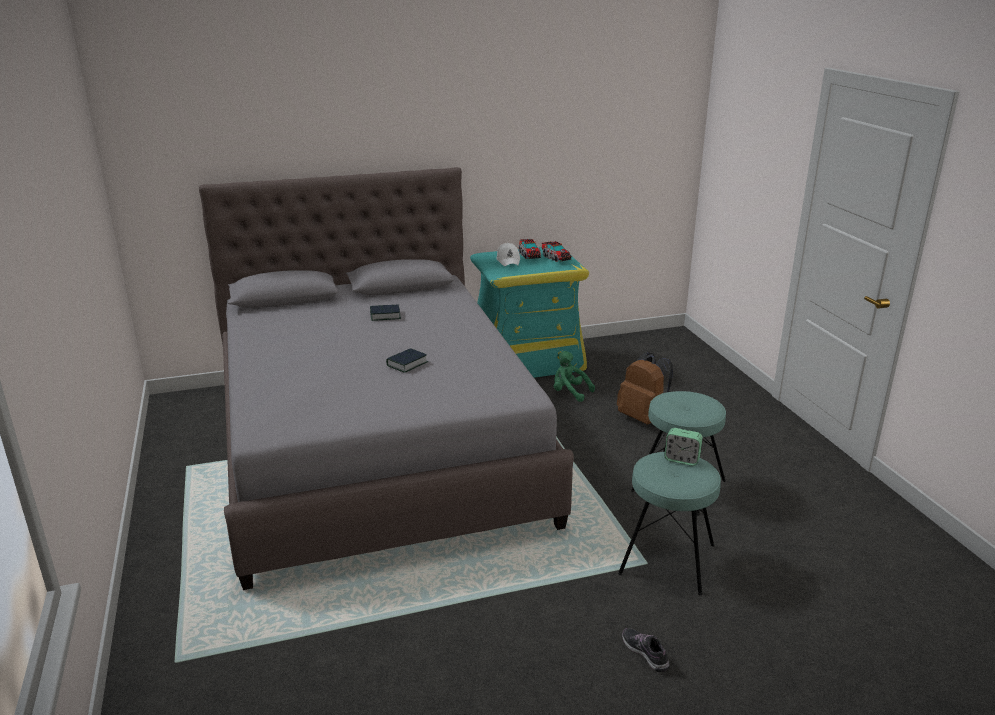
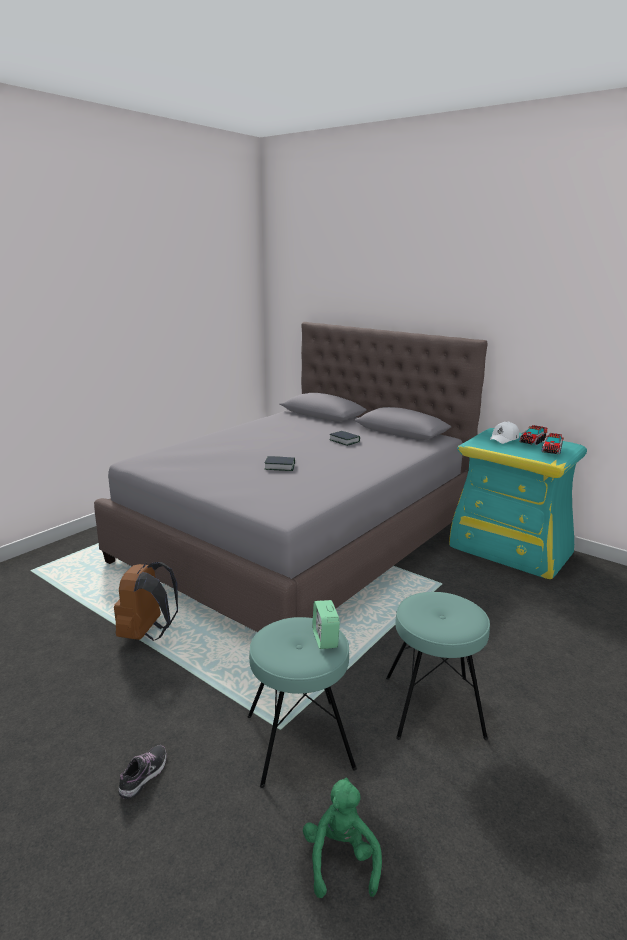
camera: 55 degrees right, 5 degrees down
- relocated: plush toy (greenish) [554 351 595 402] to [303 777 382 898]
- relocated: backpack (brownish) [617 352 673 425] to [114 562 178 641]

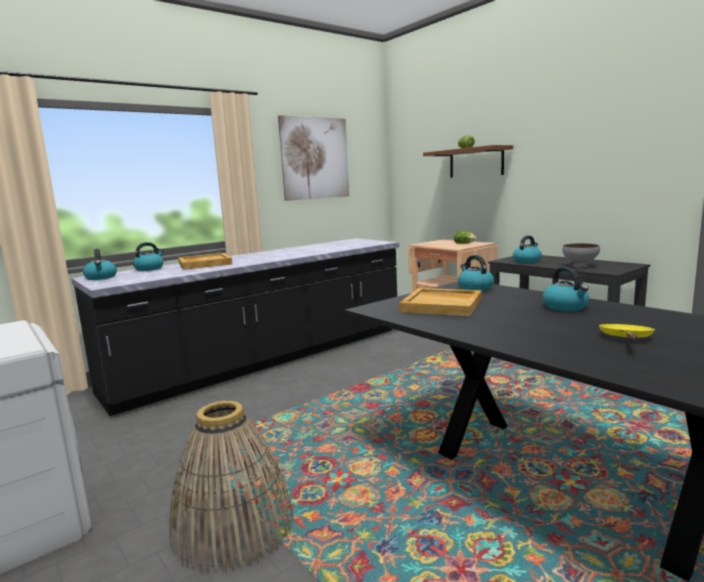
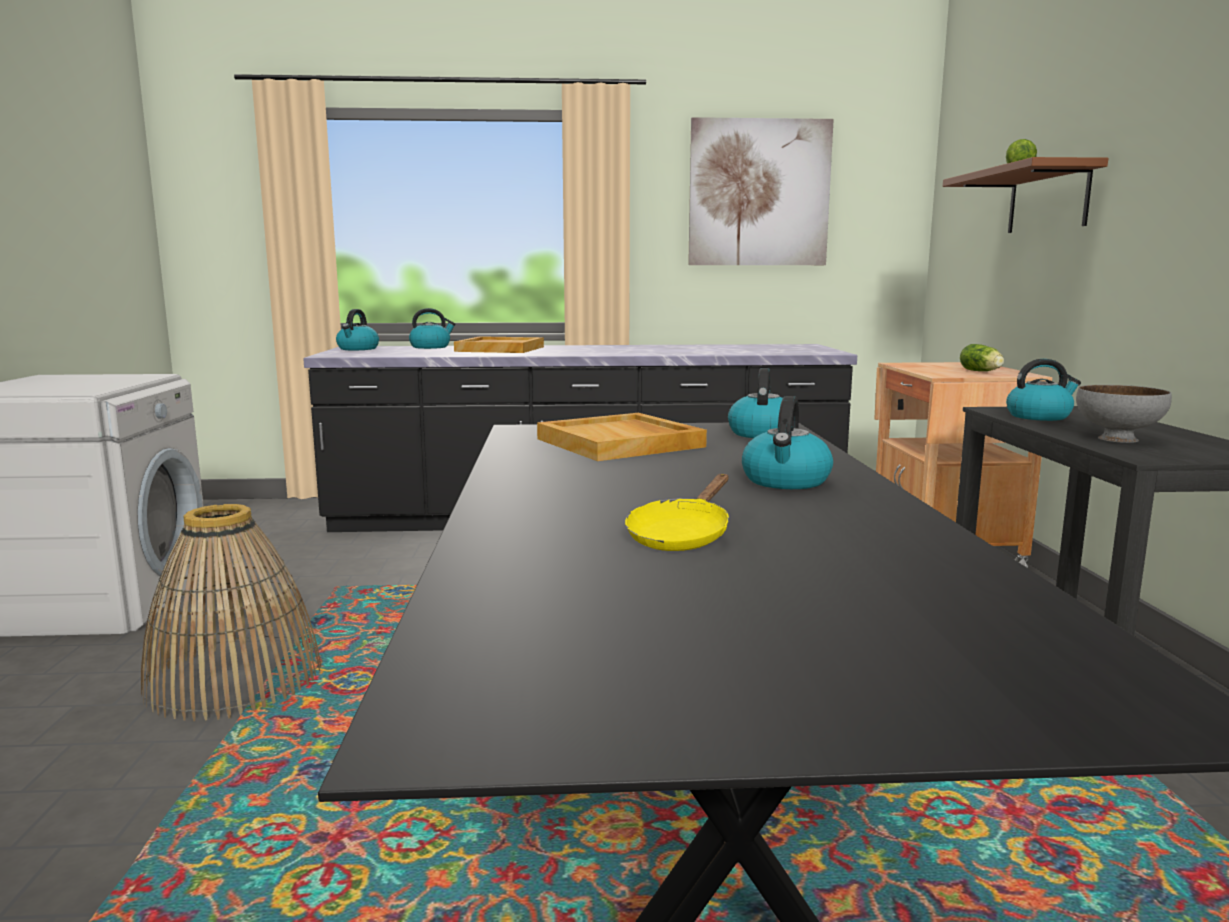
camera: 35 degrees right, 0 degrees up
- spun: skillet (yellow-coloured) [599 324 655 339] = [625 474 729 551] 150 degrees clockwise

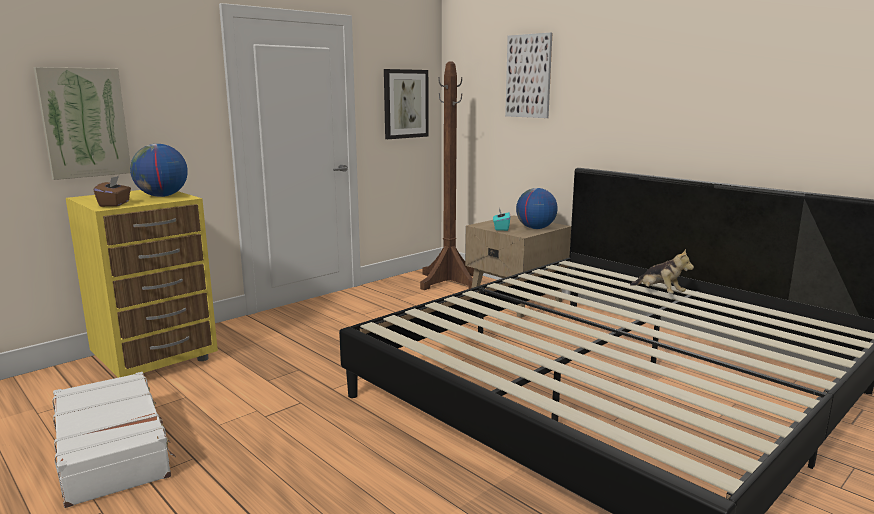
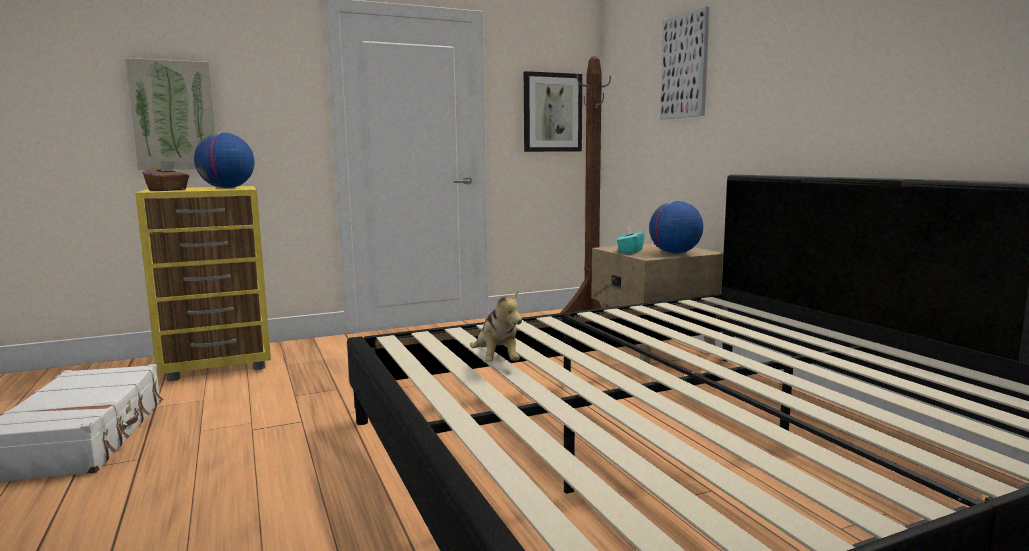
camera: 20 degrees right, 5 degrees down
- relocated: plush toy [630 249 694 294] to [470 290 522 362]

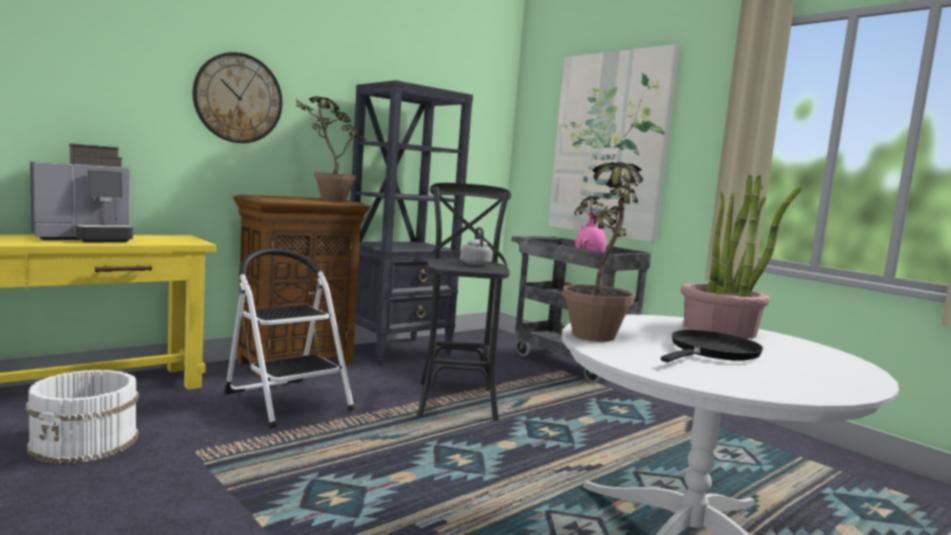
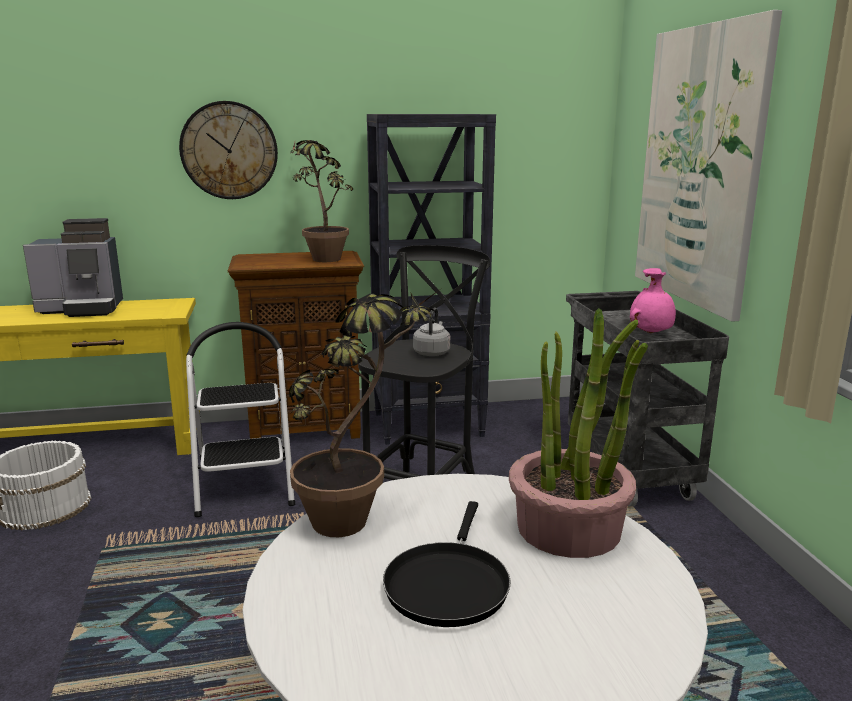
camera: 30 degrees right, 10 degrees up
- spun: skillet (black-coloured) [661 330 763 362] = [383 501 511 627] 120 degrees clockwise

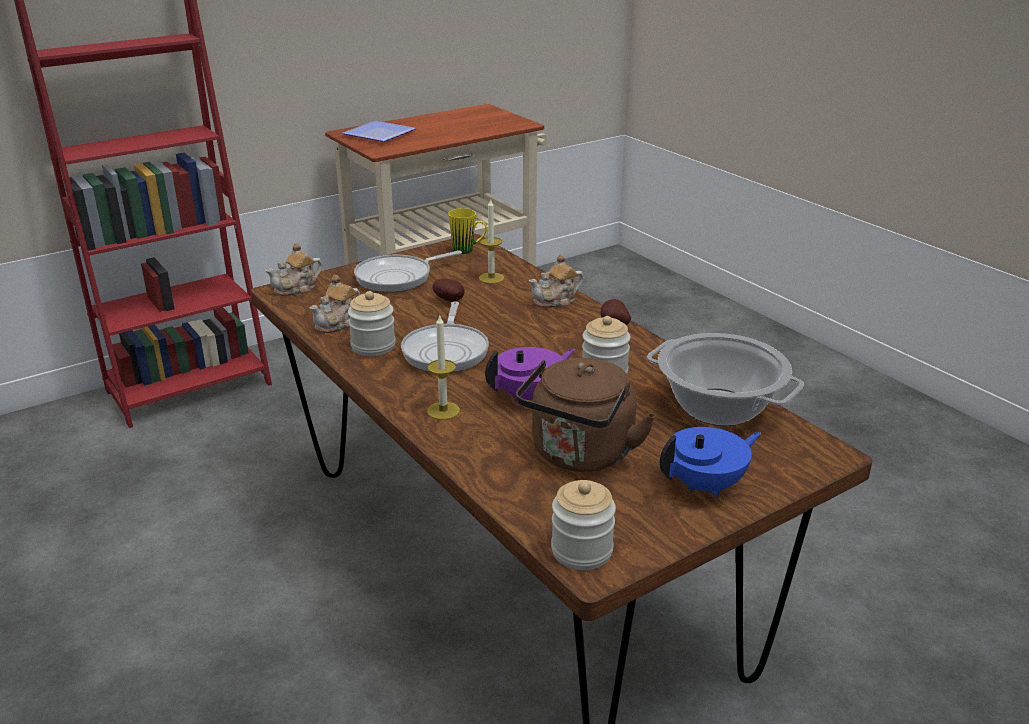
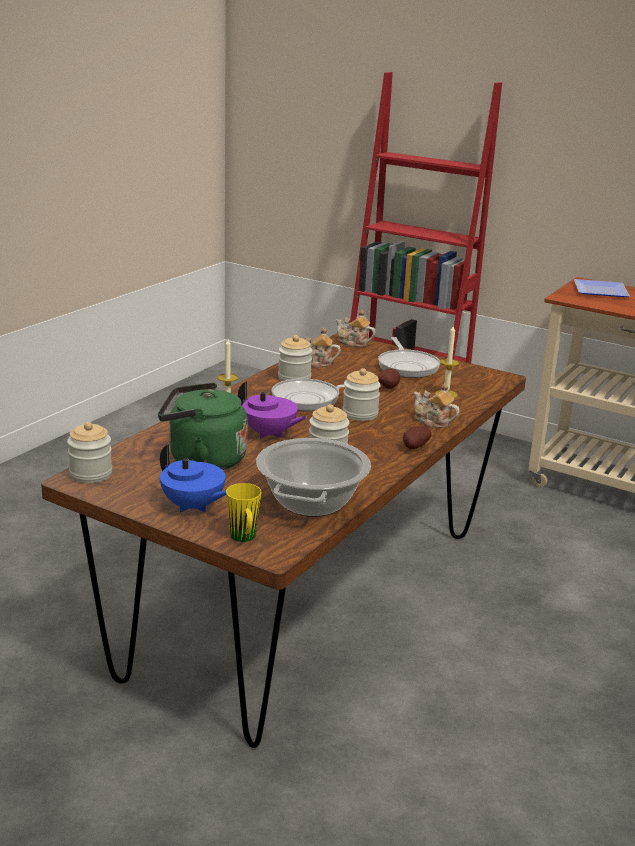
camera: 65 degrees right, 5 degrees down
- relocated: tea mug (yellow-coloured) [448 208 487 254] to [226 483 261 542]
- spun: skillet [354 250 462 292] = [378 337 440 378] 135 degrees counterclockwise
- colour: tea kettle (brownish) [516 358 656 472] to tea kettle (greenish) [158 382 248 470]
- appeared: jar [343 368 381 421]

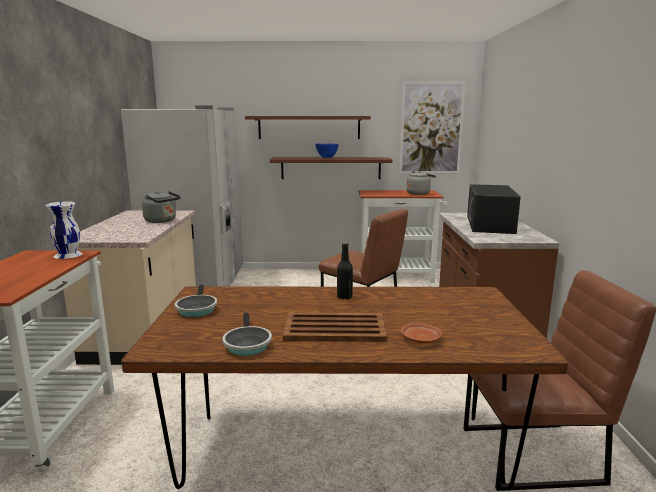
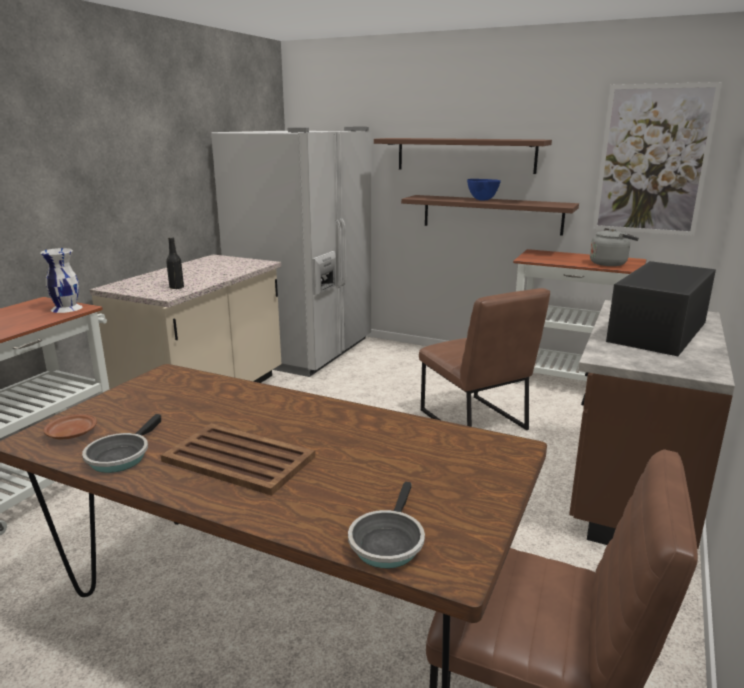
camera: 25 degrees right, 5 degrees up
- missing: tea kettle (greyish) [142 191 181 223]
- relocated: bottle (black-coloured) [337 242 353 299] to [166 237 184 289]
- relocated: skillet [175 285 217 317] to [348 481 425 568]
- relocated: flat dish (brownish) [401 323 443 344] to [44 414 97 439]

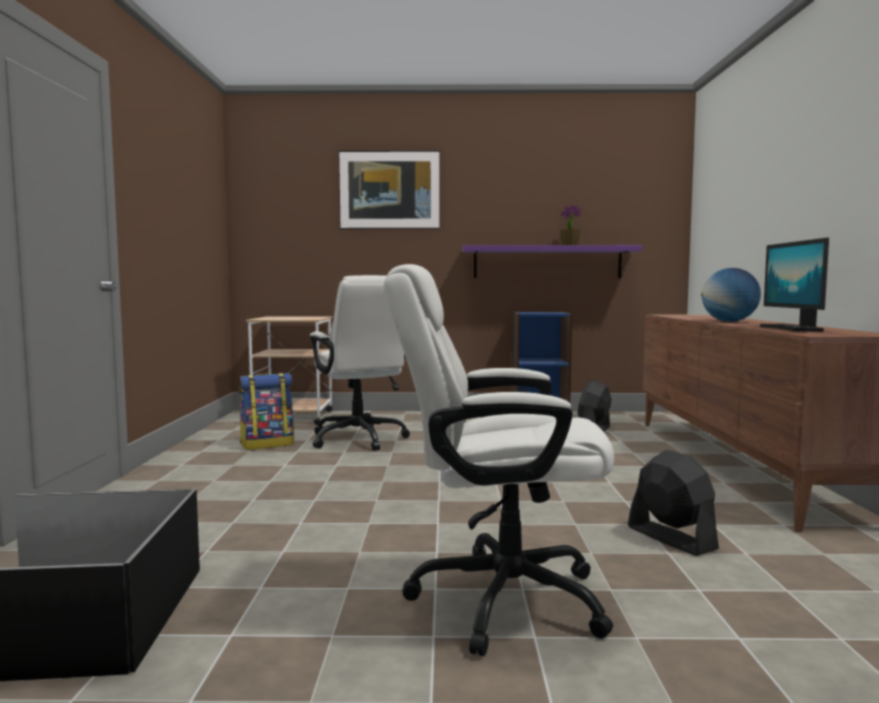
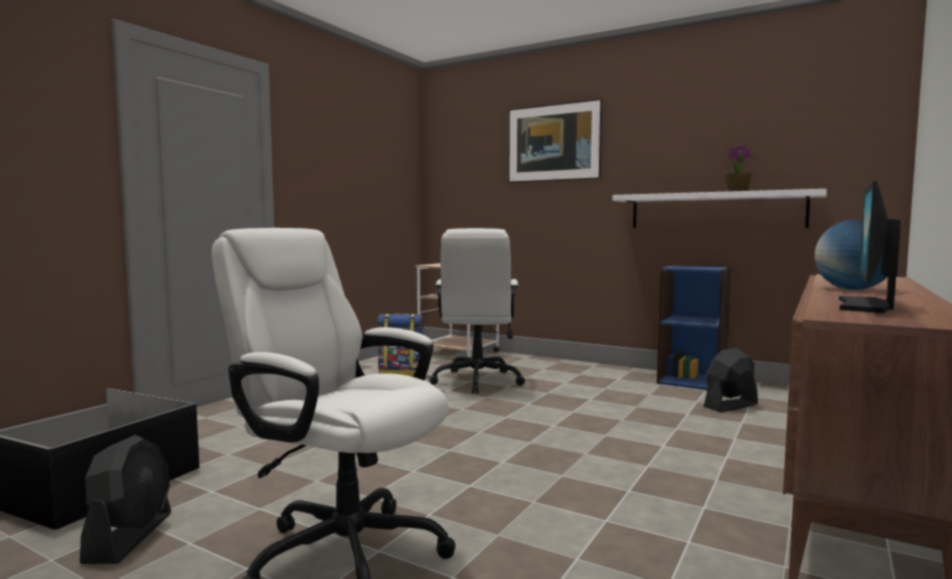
camera: 30 degrees right, 0 degrees up
- colour: shelf (purple-coloured) [463 245 642 278] to shelf (whitish) [612 189 827 228]
- relocated: cooling fan (black-coloured) [628 449 719 556] to [80 435 171 564]

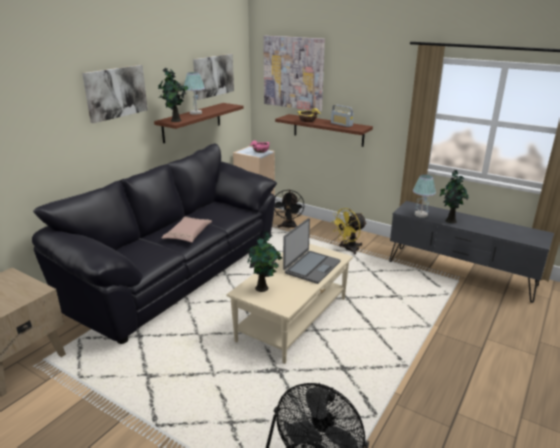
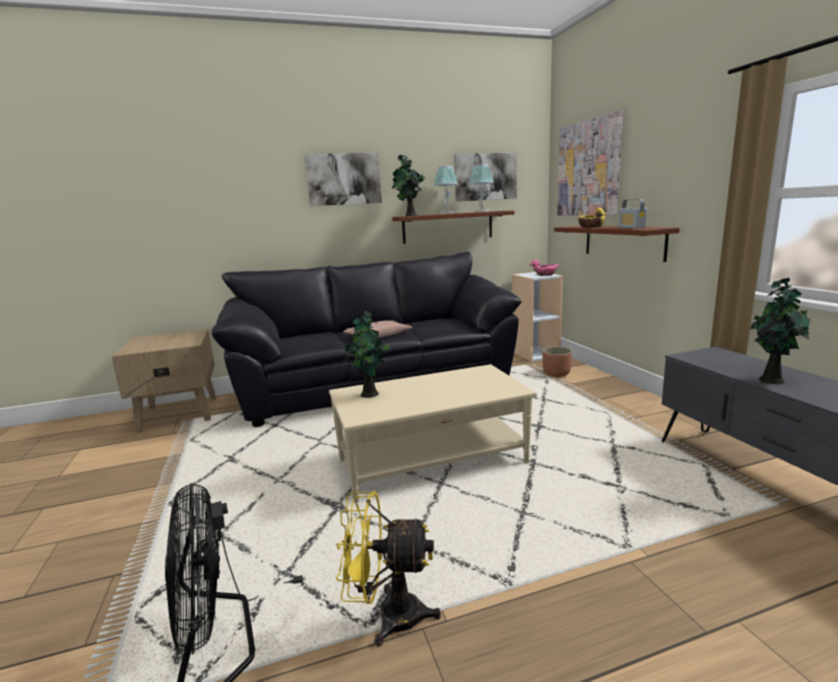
camera: 40 degrees right, 10 degrees down
- relocated: tabletop lamp [413 175 436 218] to [469 164 493 212]
- exchanged: cooling fan (black-coloured) [274 190 304 229] to plant pot [542 347 572 377]
- relocated: cooling fan (yellow-coloured) [331 208 367 254] to [336 491 441 647]
- missing: portable computer [283 218 341 284]

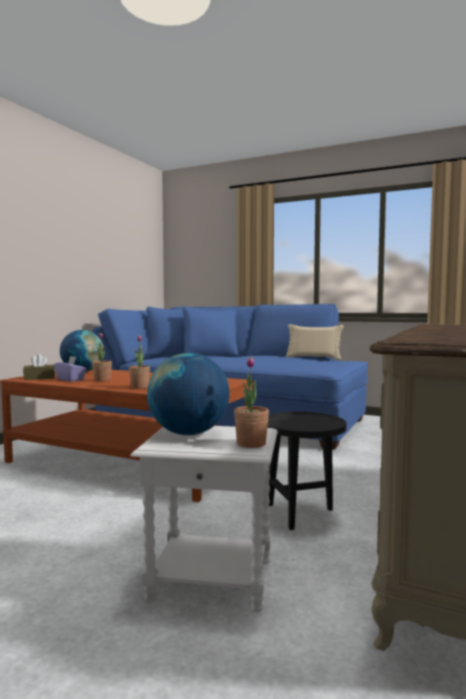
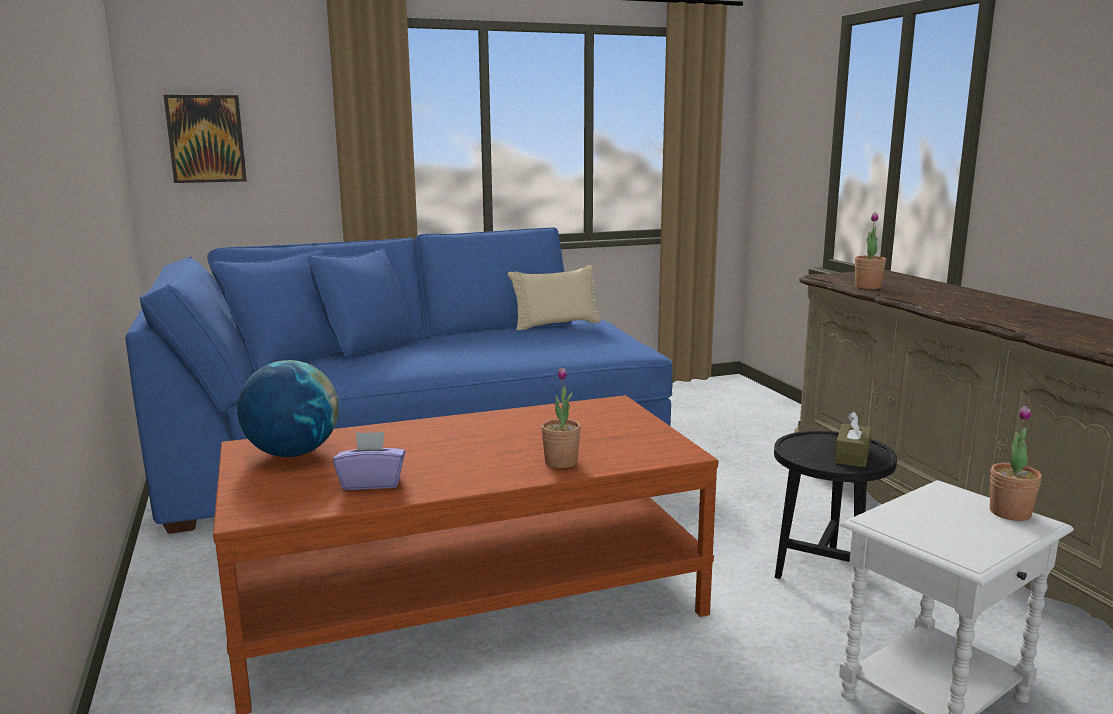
camera: 45 degrees left, 10 degrees up
- relocated: plant in a pot [92 333 112 382] to [855 213 886 289]
- missing: desk globe [147 353 230 435]
- relocated: box of tissues (brownish) [23 354 55 380] to [835 411 872 467]
- appeared: wall art [164 95 247 183]

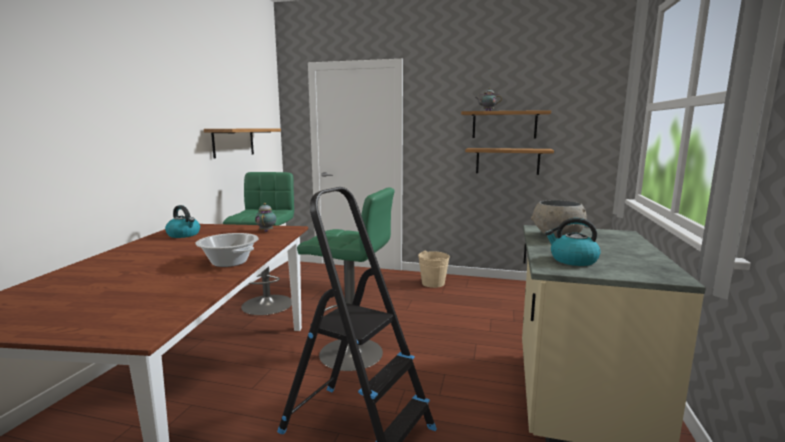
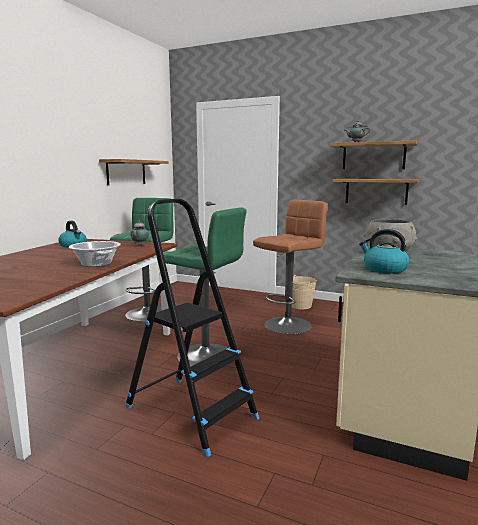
camera: 10 degrees right, 0 degrees up
- appeared: stool seat (brownish) [253 200 328 334]

